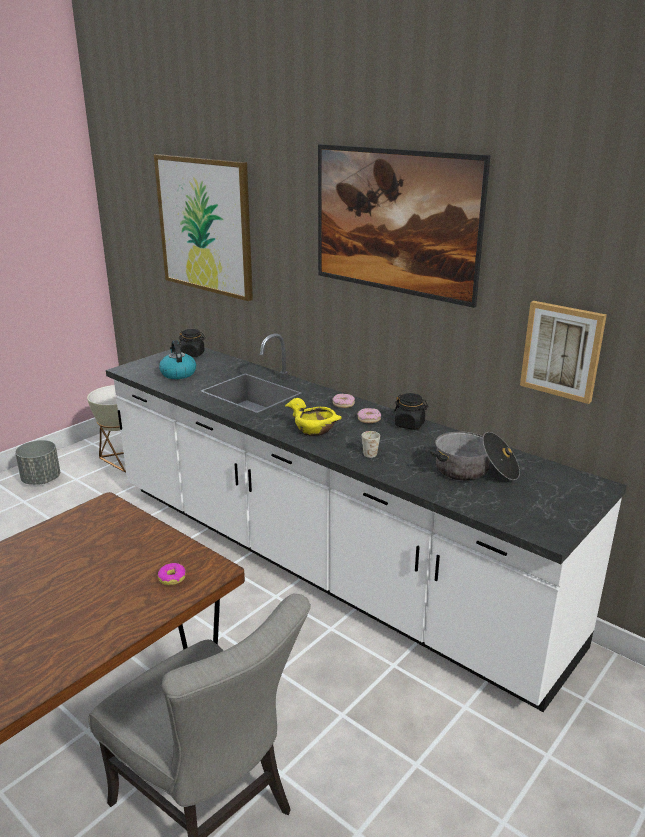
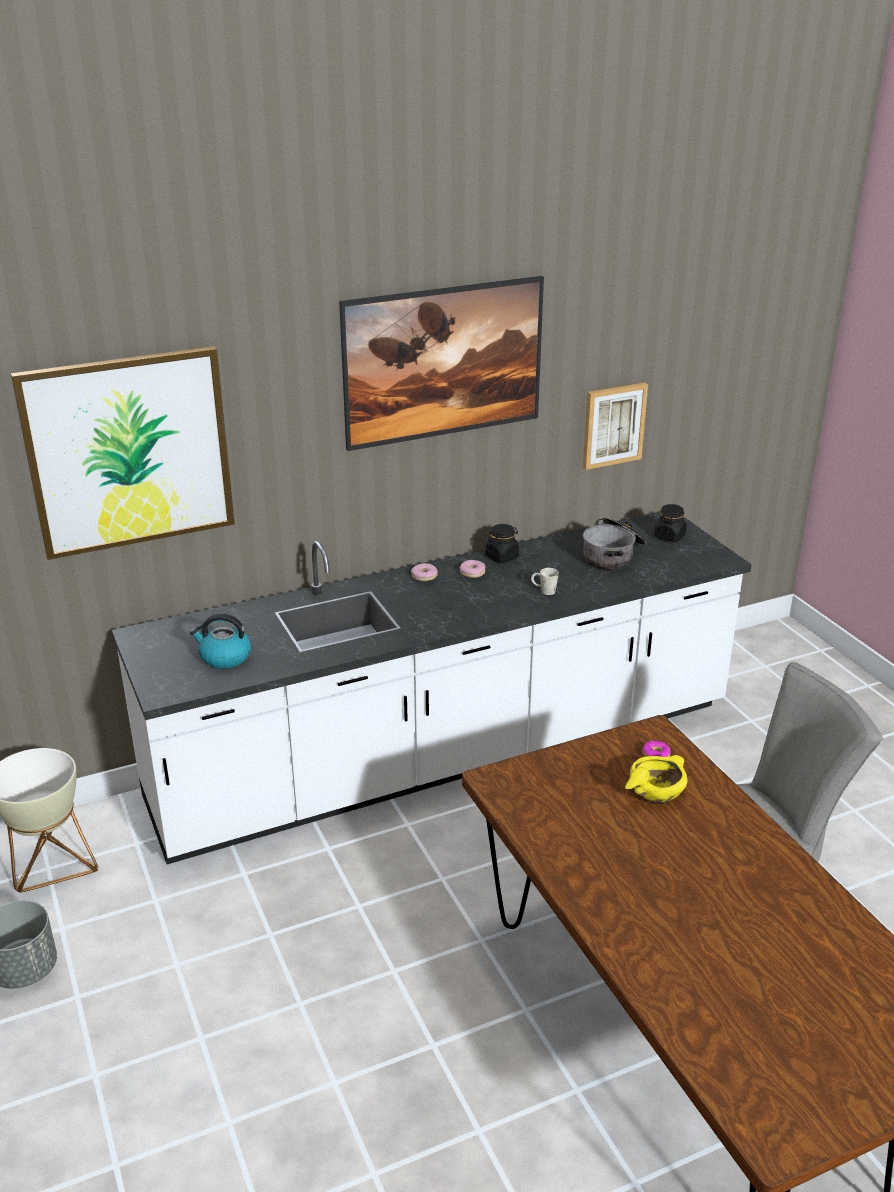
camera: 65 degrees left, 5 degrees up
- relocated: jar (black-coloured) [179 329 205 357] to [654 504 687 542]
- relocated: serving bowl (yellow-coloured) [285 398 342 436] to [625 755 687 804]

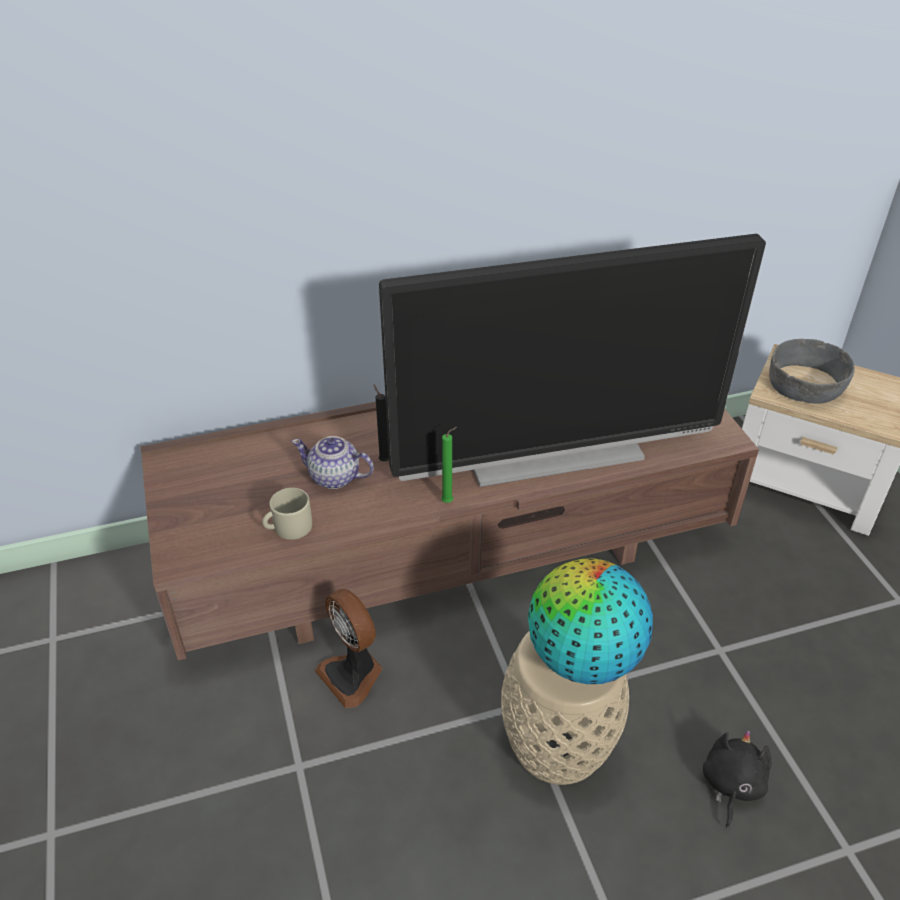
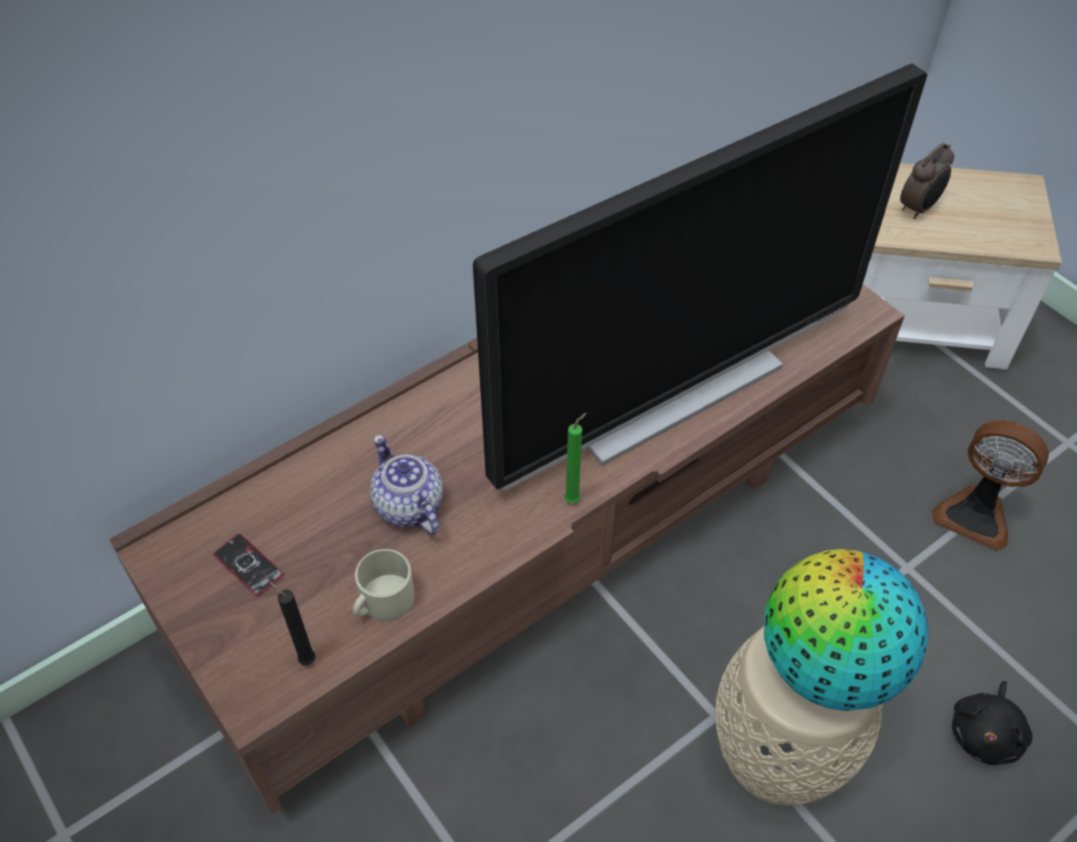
camera: 20 degrees left, 10 degrees up
- exchanged: serving bowl (greyish) [769 339 854 403] to alarm clock [900 143 954 219]
- relocated: wax light (black-coloured) [373 384 389 461] to [269 581 316 665]
- spun: teapot [292 436 374 489] = [370 435 443 535] 60 degrees clockwise
- relocated: cooling fan [315 589 382 708] to [932 420 1049 551]
- spun: plush toy (black-coloured) [703 730 771 829] = [952 681 1033 765] 150 degrees counterclockwise
- appeared: phone [214 534 283 596]

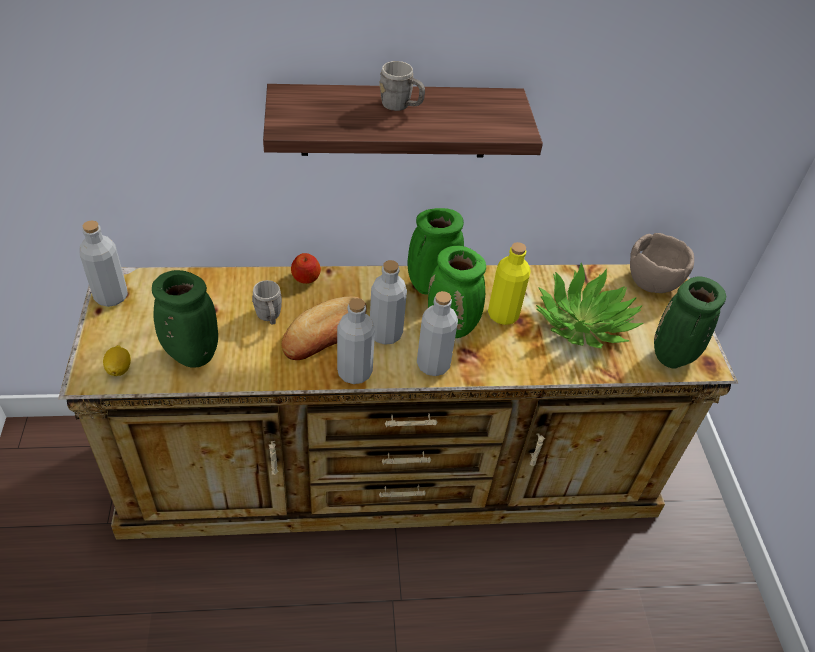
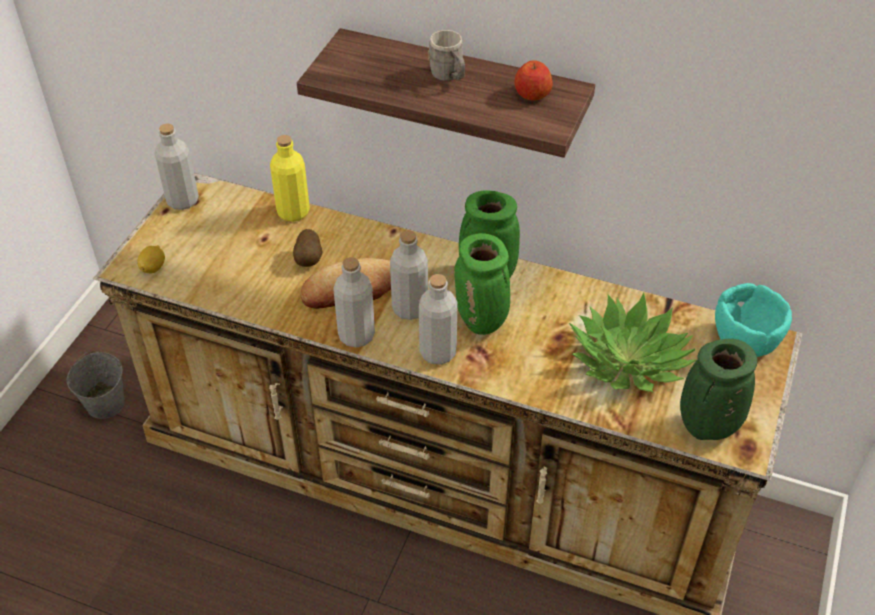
camera: 30 degrees right, 0 degrees up
- colour: serving bowl (brownish) [630 233 694 293] to serving bowl (turquoise) [715 283 792 357]
- relocated: bottle (yellow-coloured) [488 242 531 325] to [270 135 310 222]
- relocated: whole apple [291 253 321 284] to [515 60 553 100]
- missing: flower vase (greenish) [152 270 218 368]
- exchanged: tea mug (greyish) [252 280 282 325] to spud [293 229 322 267]
- appeared: bucket (greyish) [67 351 125 419]

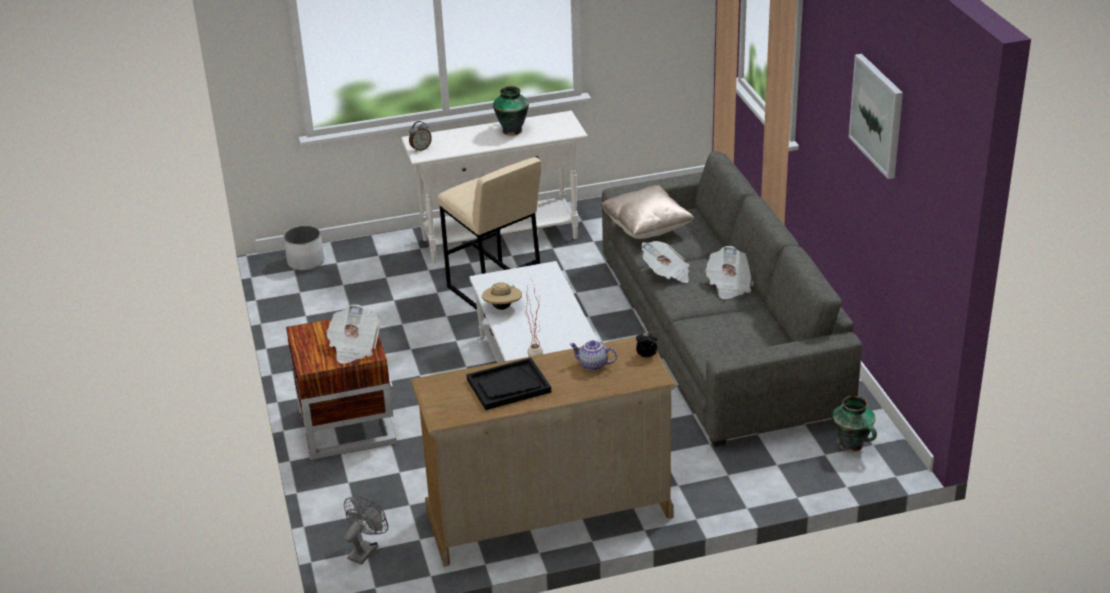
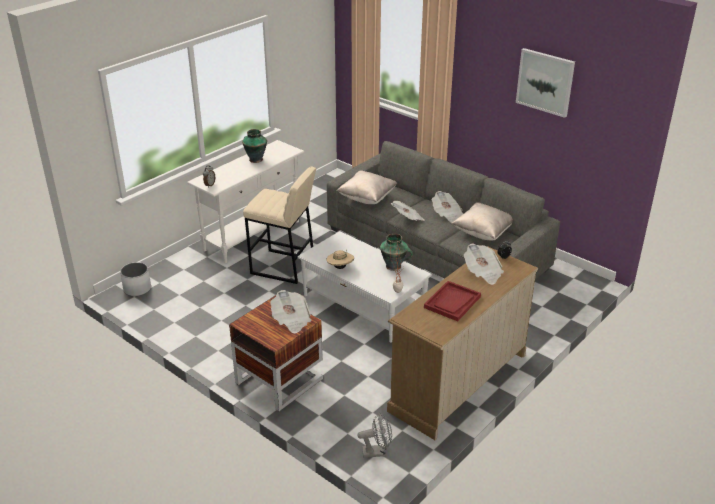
camera: 35 degrees left, 0 degrees up
- exchanged: teapot [569 340 617 371] to daily paper [464 243 504 285]
- colour: carrying tray (black-coloured) [466 358 551 410] to carrying tray (red) [424 281 481 321]
- relocated: flower vase [832 396 877 452] to [380 234 413 271]
- spun: cooling fan (greyish) [344 497 388 565] = [358 412 392 458] 90 degrees clockwise
- appeared: throw pillow (beige) [452 202 513 241]

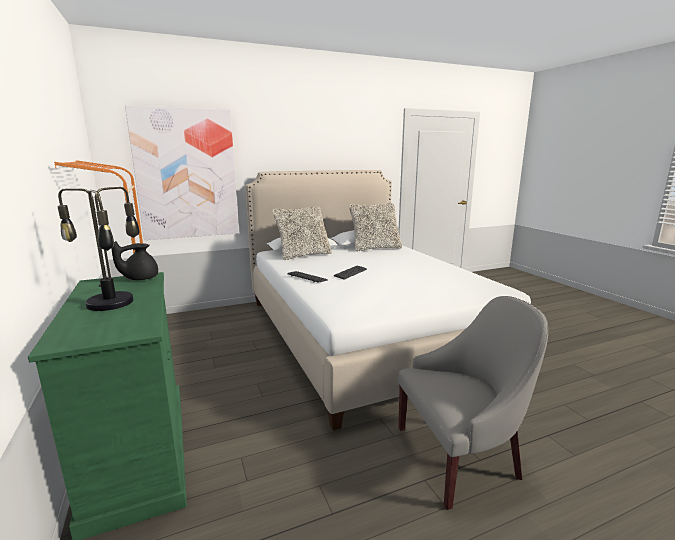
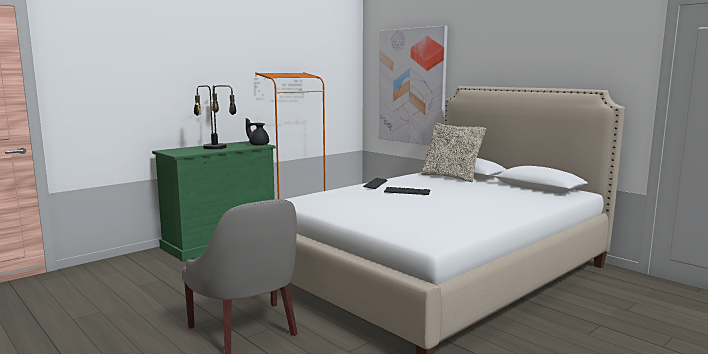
camera: 70 degrees right, 5 degrees down
- missing: throw pillow (beige) [349 203 402 251]

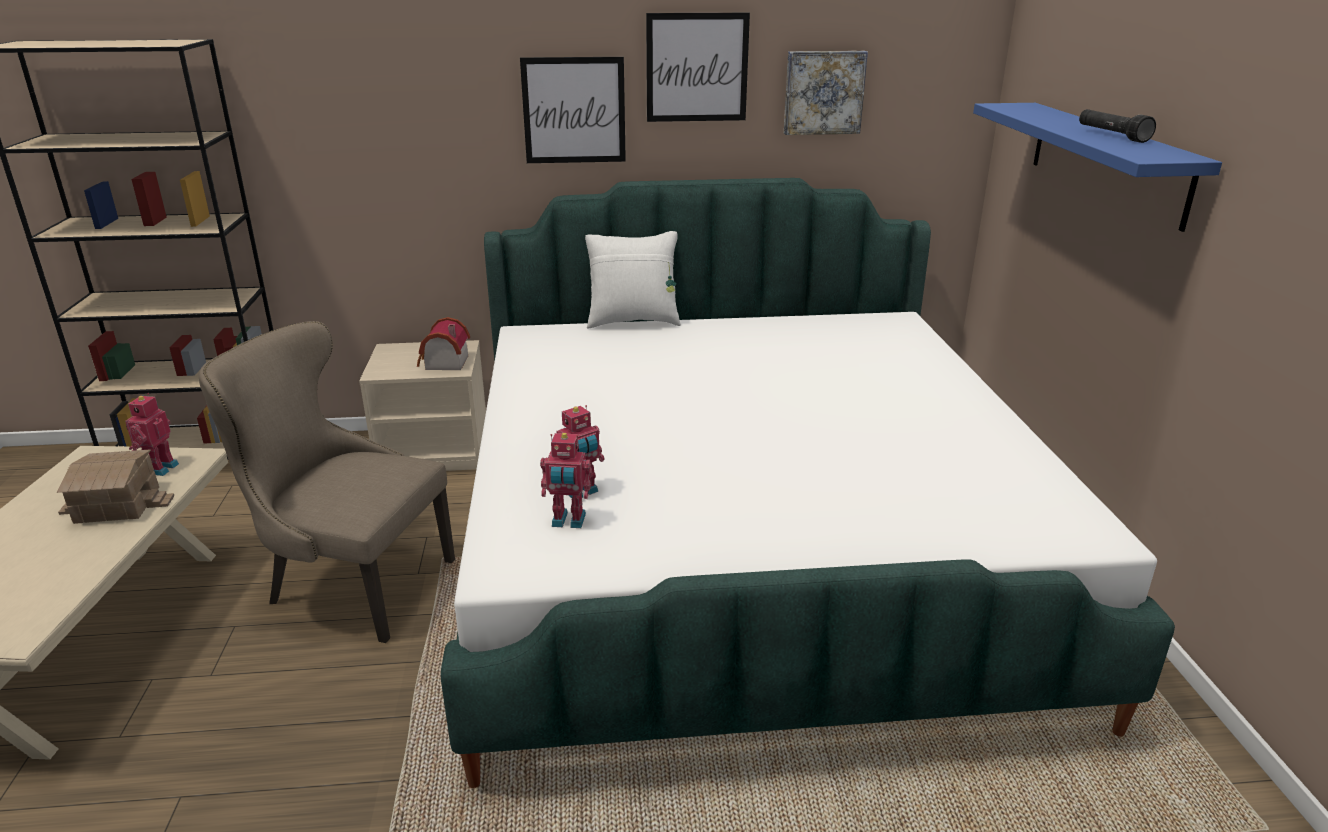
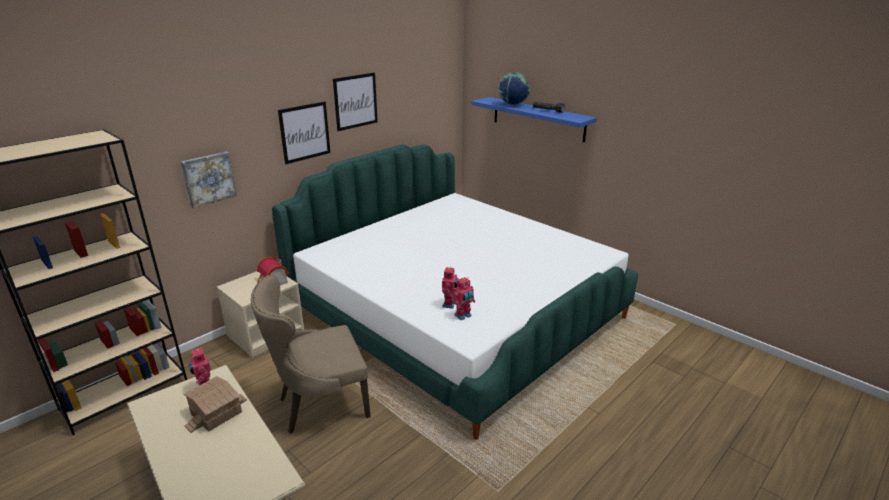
camera: 40 degrees left, 0 degrees up
- relocated: wall art [784 51 868 135] to [181 152 237 208]
- missing: throw pillow (whitish) [585 231 681 328]
- appeared: desk globe [498 73 530 105]

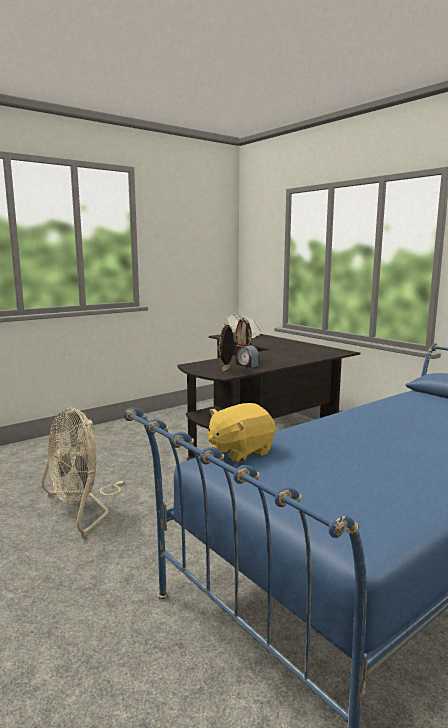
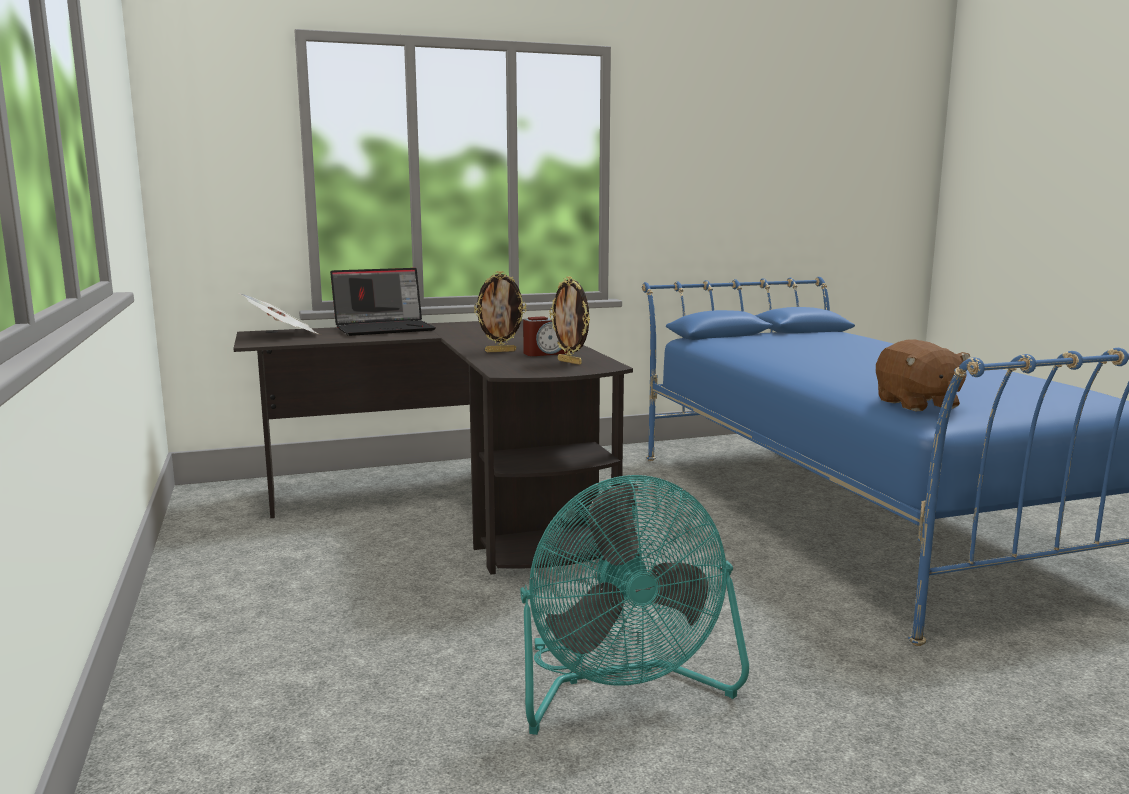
camera: 70 degrees left, 0 degrees up
- colour: plush toy (yellow-coloured) [208 403 276 462] to plush toy (brownish) [876 339 970 411]
- colour: cooling fan (beige) [41 408 125 537] to cooling fan (turquoise) [521 475 749 735]
- appeared: portable computer [330 268 436 336]

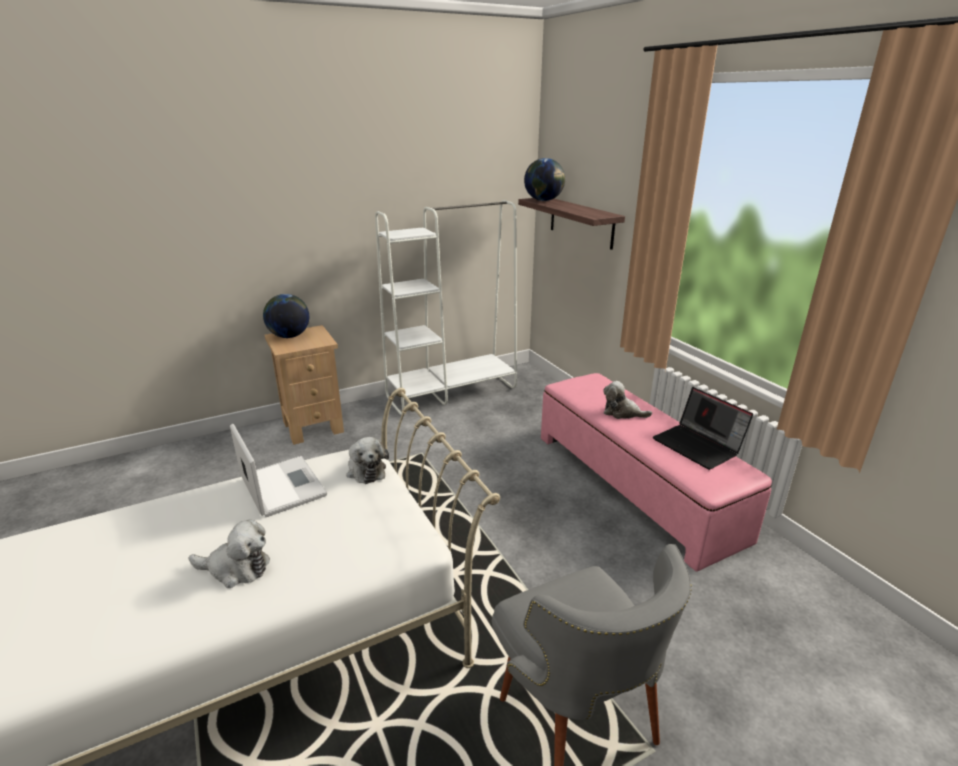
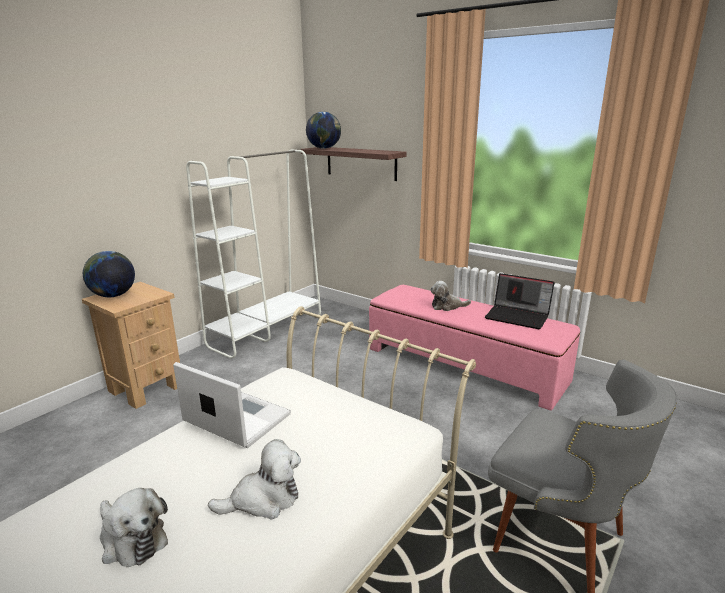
camera: 25 degrees left, 5 degrees down
- relocated: plush toy [346 437 389 484] to [100 488 168 567]

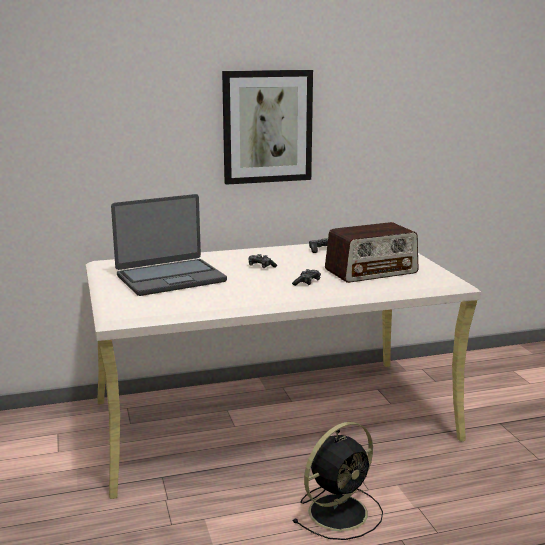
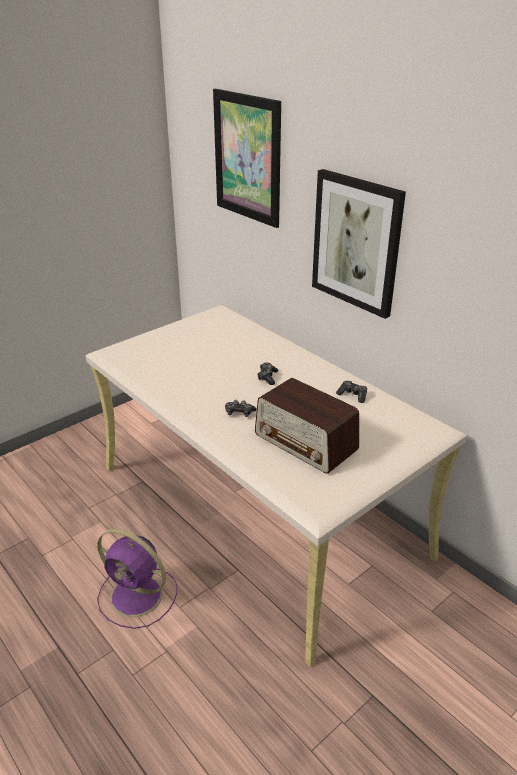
camera: 65 degrees right, 15 degrees up
- missing: portable computer [111 194 227 296]
- colour: cooling fan (black-coloured) [292 422 383 540] to cooling fan (purple-coloured) [97 529 177 629]
- appeared: wall art [213 89 281 228]

